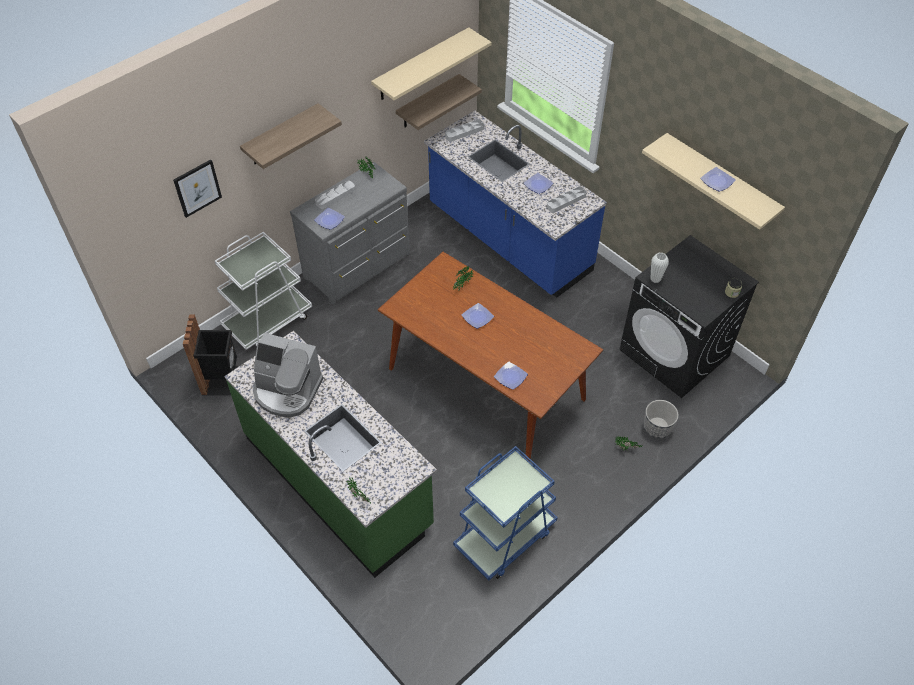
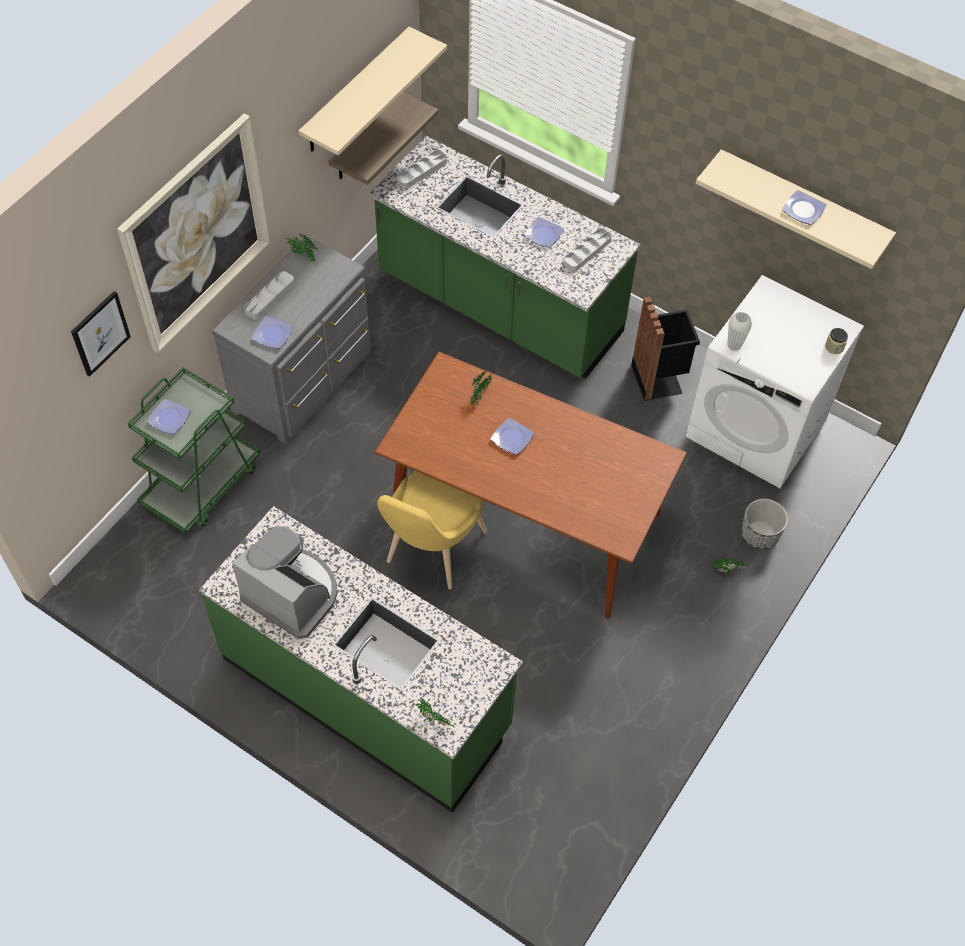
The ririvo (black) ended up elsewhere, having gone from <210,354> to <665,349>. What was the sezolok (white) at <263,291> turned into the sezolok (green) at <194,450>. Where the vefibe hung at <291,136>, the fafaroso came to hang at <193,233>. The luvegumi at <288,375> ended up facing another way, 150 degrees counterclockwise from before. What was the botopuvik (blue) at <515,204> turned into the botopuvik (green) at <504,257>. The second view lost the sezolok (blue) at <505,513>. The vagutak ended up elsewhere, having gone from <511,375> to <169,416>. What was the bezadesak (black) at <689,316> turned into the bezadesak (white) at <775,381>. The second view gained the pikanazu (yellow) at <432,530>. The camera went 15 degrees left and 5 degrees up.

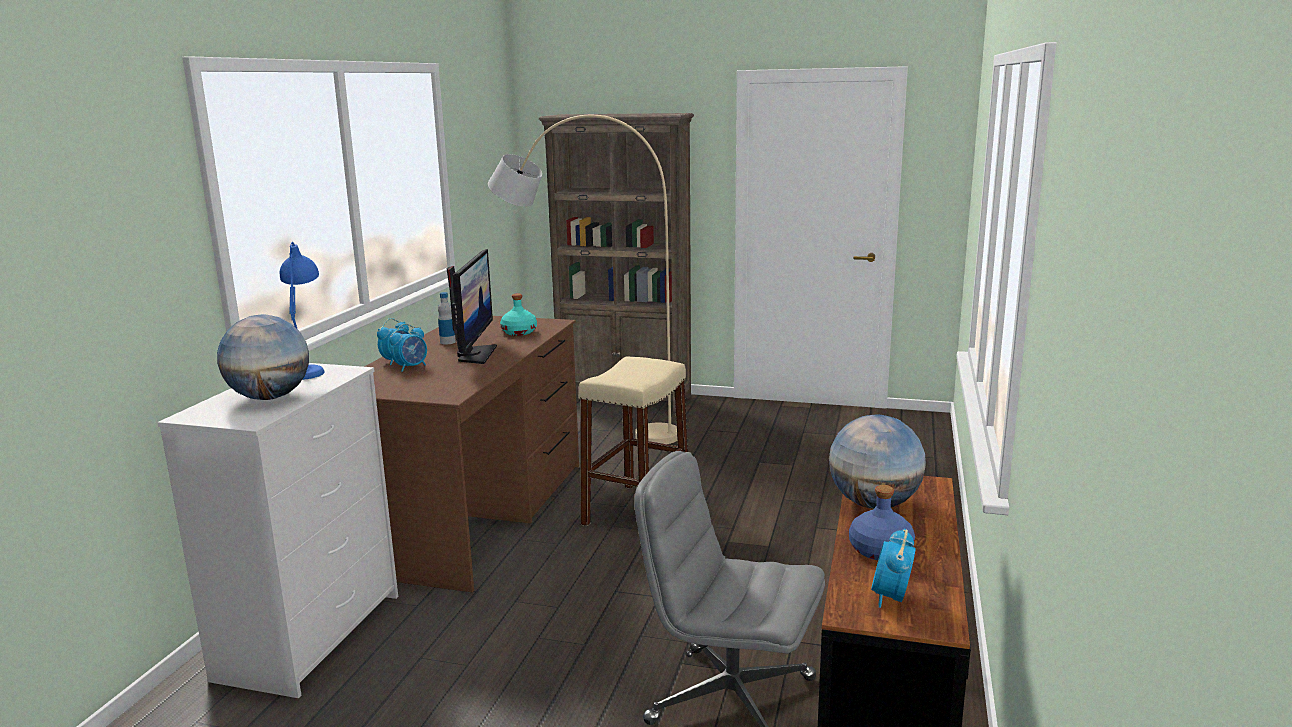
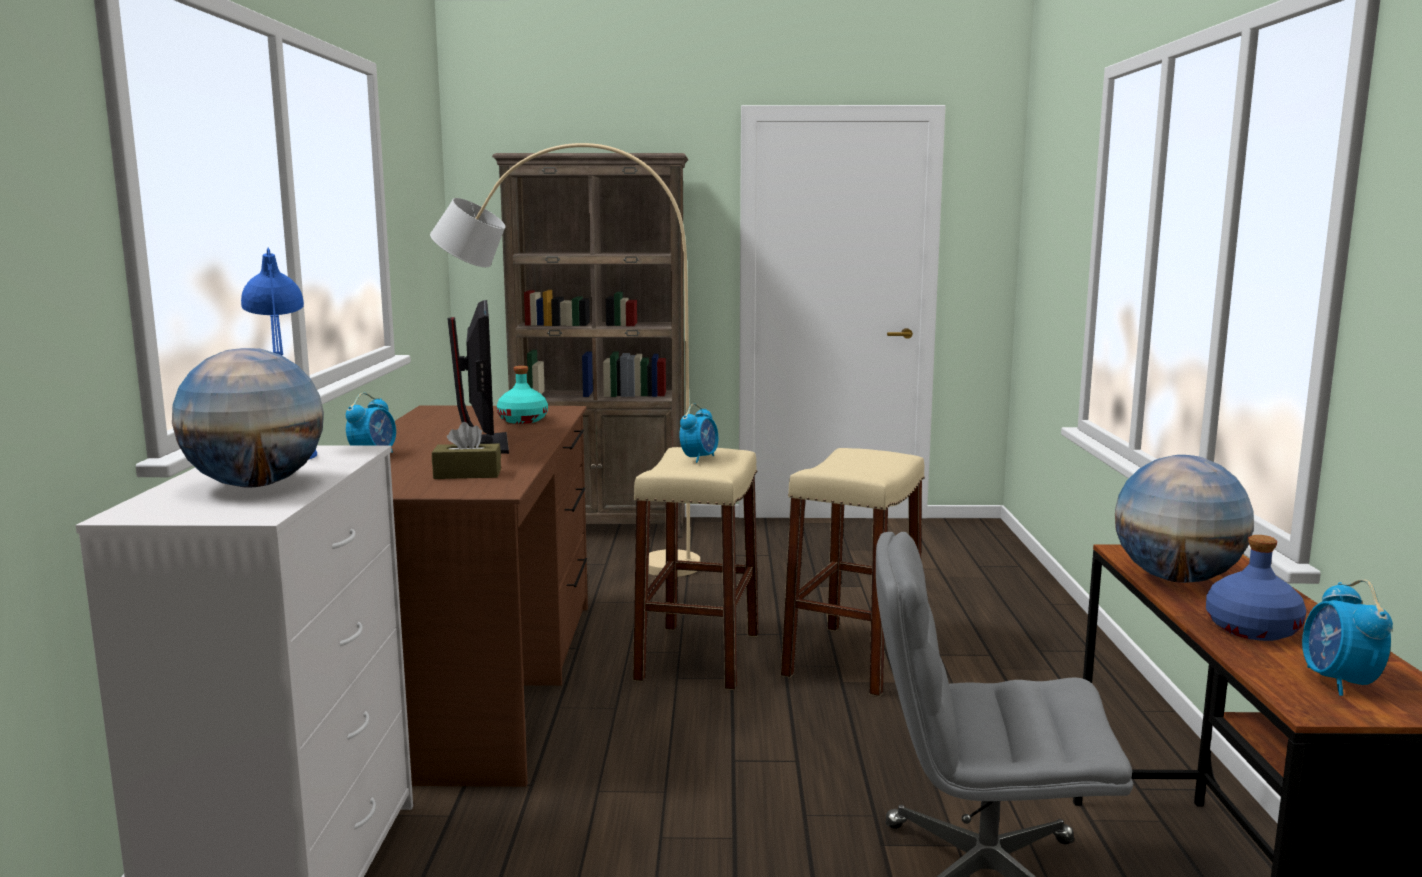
The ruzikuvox ended up elsewhere, having gone from <408,348> to <699,433>. The second view lost the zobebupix at <447,318>. The second view gained the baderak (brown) at <466,450>. The second view gained the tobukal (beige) at <853,572>. The camera went 15 degrees left and 5 degrees down.

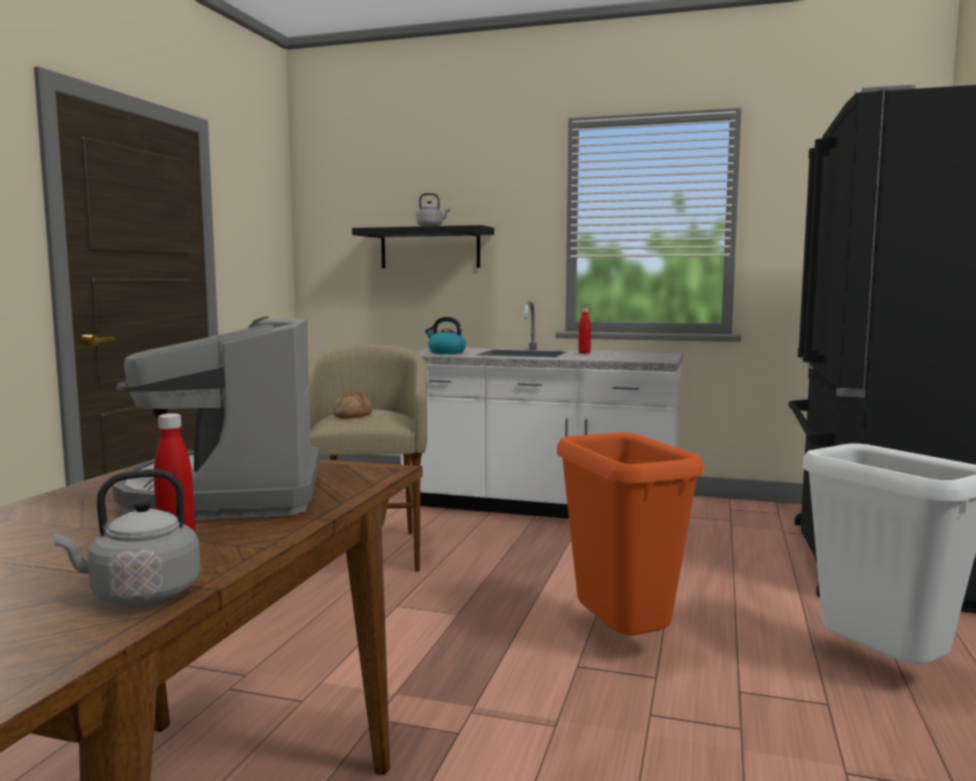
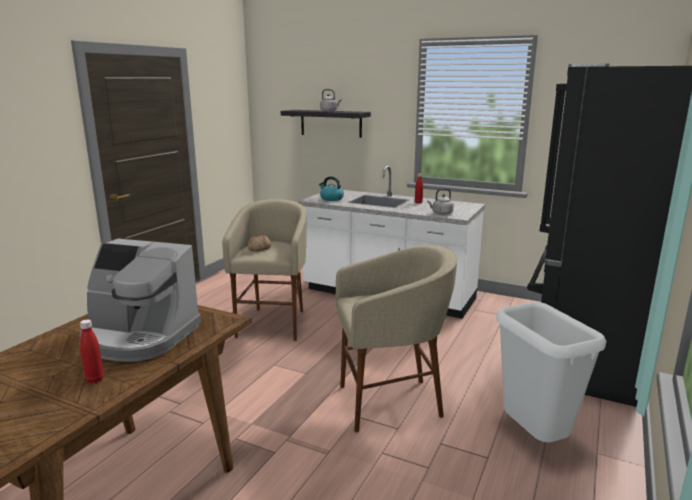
The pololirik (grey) ended up elsewhere, having gone from <127,537> to <440,201>. The luvegumi at <216,418> ended up facing another way, 75 degrees counterclockwise from before. Where the ririvo (orange) stood at <630,533>, the tobukal (beige) came to stand at <396,338>. The camera went 10 degrees right and 10 degrees up.

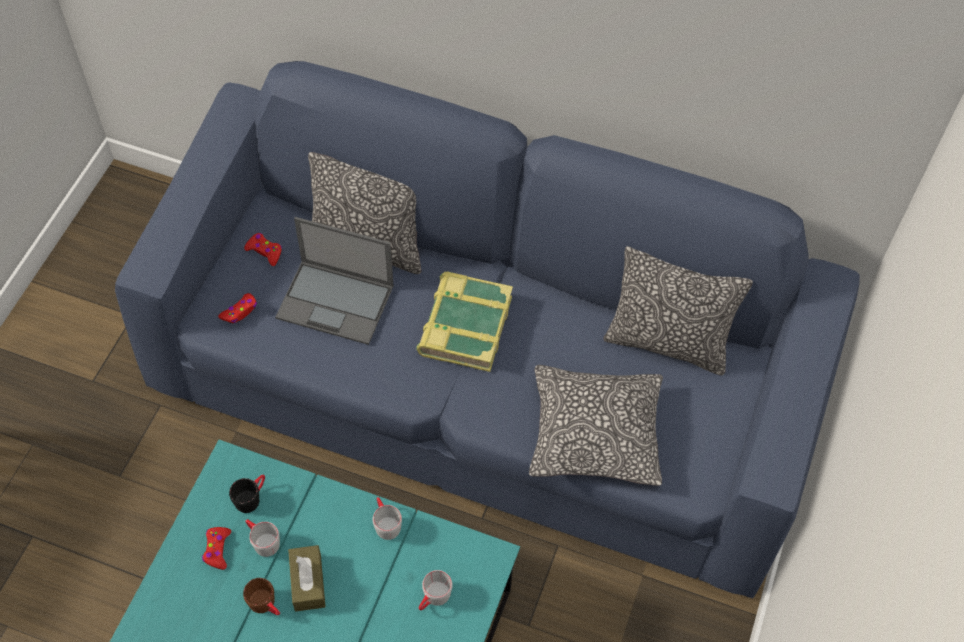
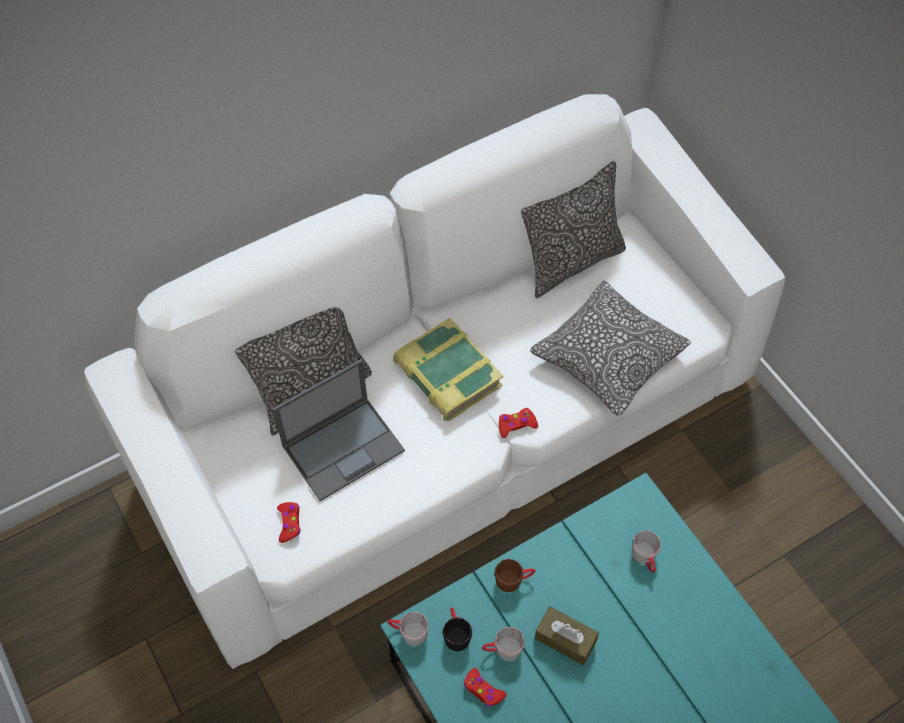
What was the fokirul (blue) at <487,329> turned into the fokirul (white) at <434,381>. The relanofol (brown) ended up elsewhere, having gone from <261,596> to <515,575>. The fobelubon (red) ended up elsewhere, having gone from <263,249> to <518,423>. The relanofol (grey) ended up elsewhere, having gone from <387,518> to <408,629>. The camera went 50 degrees left and 0 degrees up.

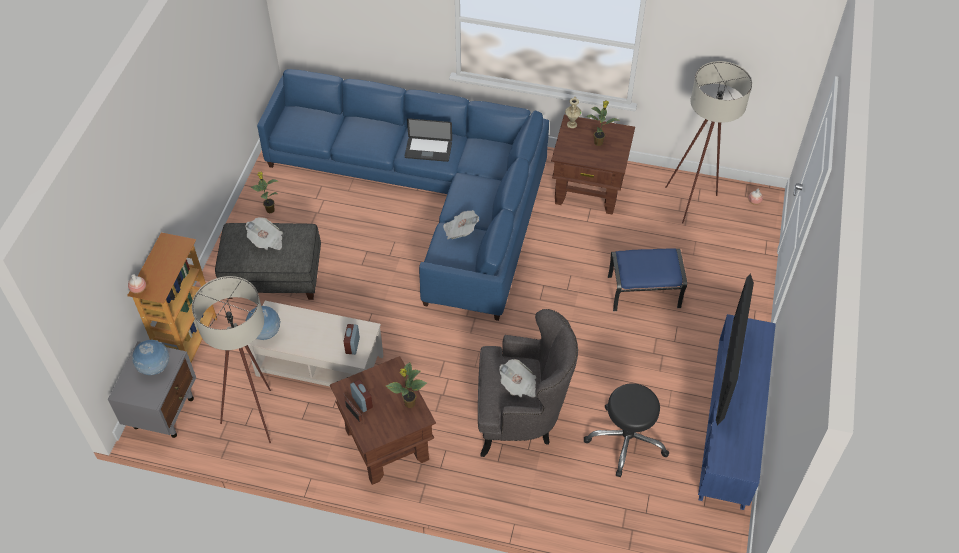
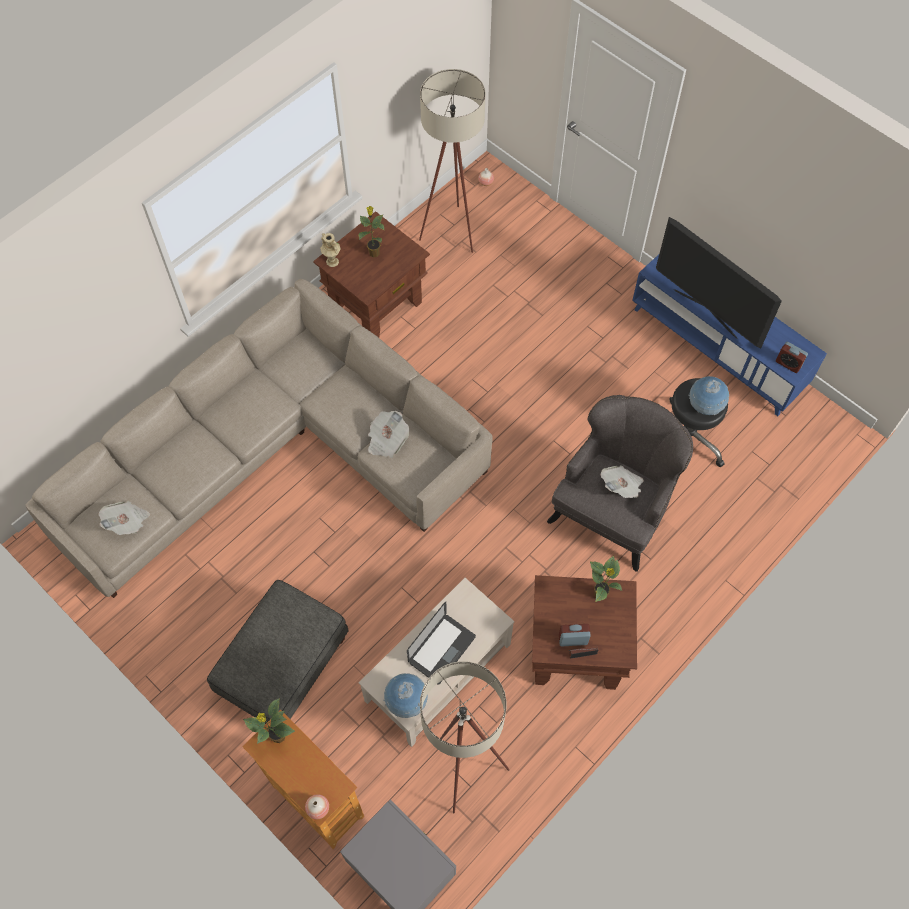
The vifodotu ended up elsewhere, having gone from <150,357> to <708,395>. The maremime ended up elsewhere, having gone from <264,233> to <124,518>. The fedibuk ended up elsewhere, having gone from <265,192> to <269,721>. What was the fokirul (blue) at <403,195> turned into the fokirul (beige) at <259,438>. The ruzikuvox ended up elsewhere, having gone from <352,339> to <792,357>. The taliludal ended up elsewhere, having gone from <428,140> to <441,643>. The second view lost the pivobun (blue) at <647,279>. The camera went 60 degrees left and 10 degrees up.

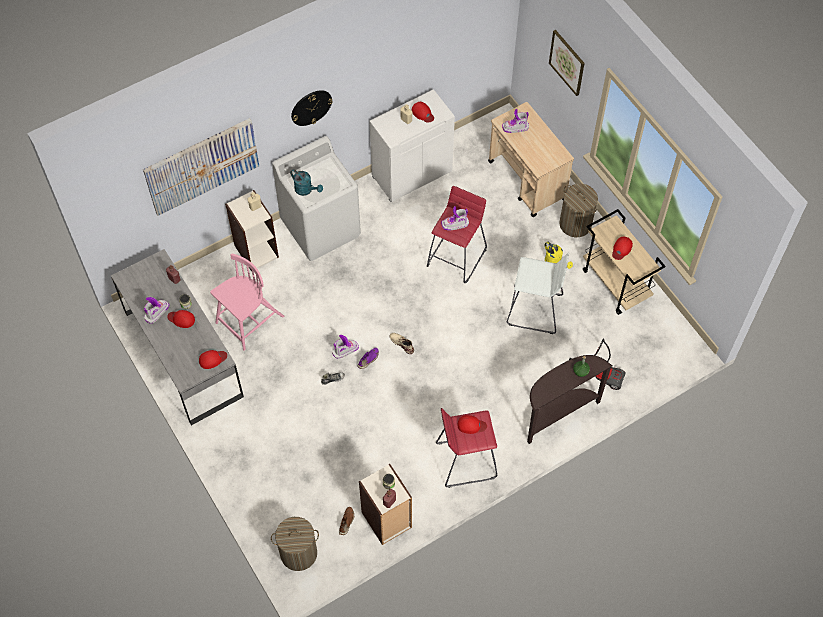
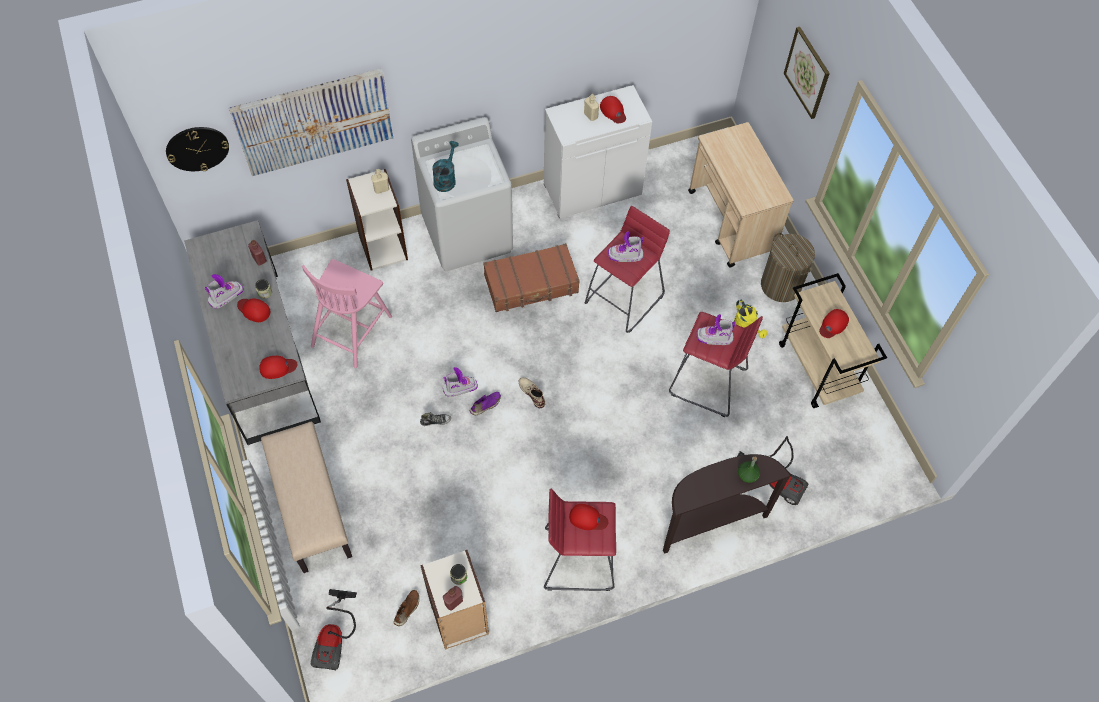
The pikanazu (pink) at <247,302> ended up facing another way, 150 degrees clockwise from before. Where the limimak stood at <295,544>, the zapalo came to stand at <334,629>. The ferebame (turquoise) at <306,182> ended up facing another way, 120 degrees counterclockwise from before. The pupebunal ended up elsewhere, having gone from <312,108> to <197,149>. The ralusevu ended up elsewhere, having gone from <515,121> to <716,329>. What was the tobukal (white) at <538,293> turned into the tobukal (red) at <716,364>. The second view gained the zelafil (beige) at <306,497>. The second view gained the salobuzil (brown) at <531,277>. The camera went 10 degrees right and 0 degrees up.

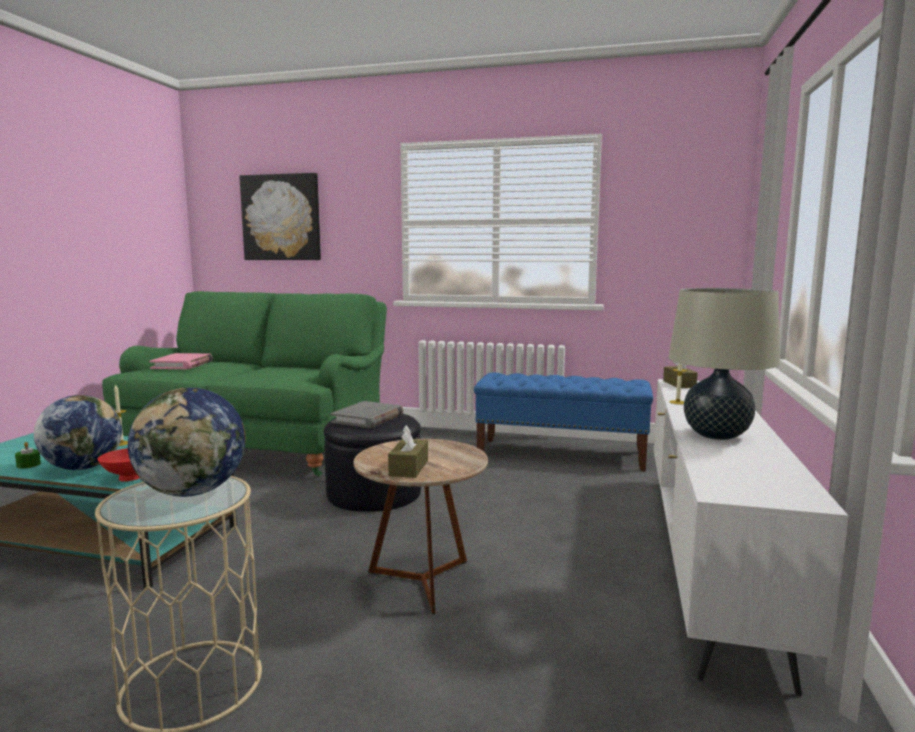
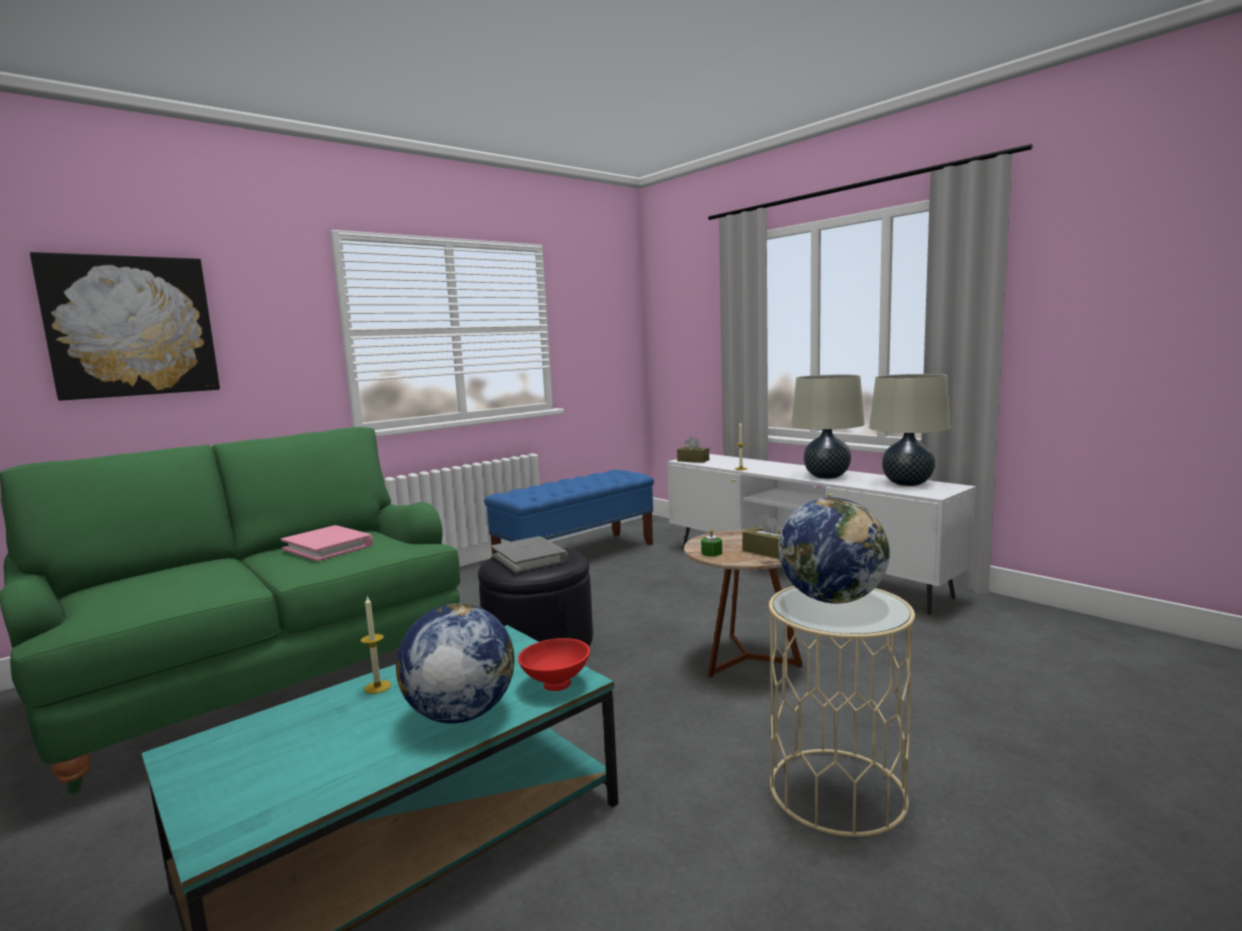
The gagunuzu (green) ended up elsewhere, having gone from <28,455> to <711,542>. The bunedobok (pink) ended up elsewhere, having gone from <181,361> to <327,543>. The second view gained the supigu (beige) at <910,430>. The camera went 55 degrees left and 0 degrees up.

